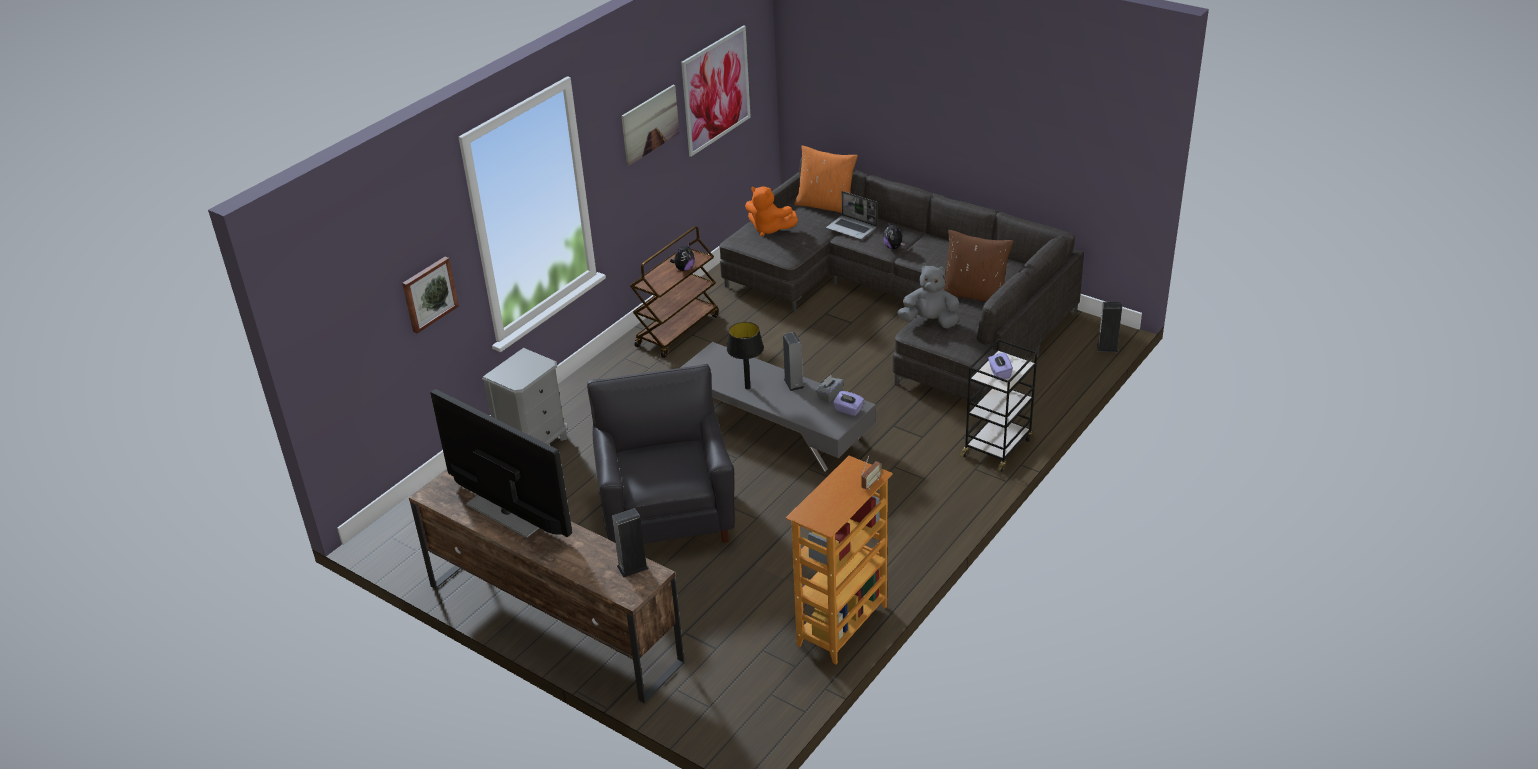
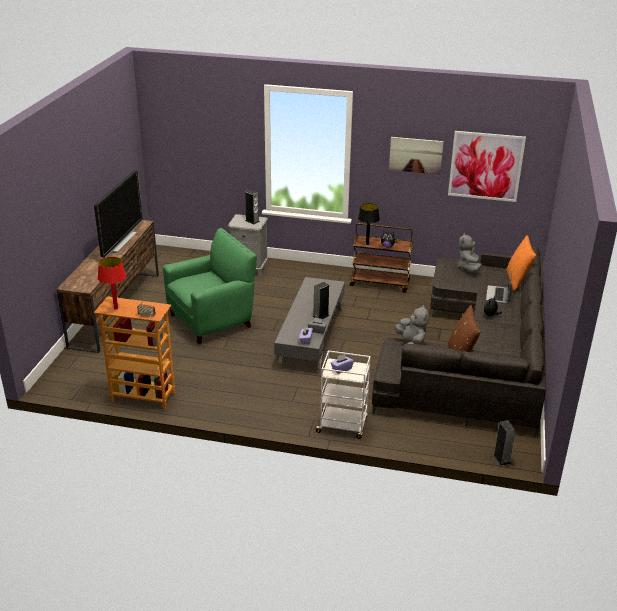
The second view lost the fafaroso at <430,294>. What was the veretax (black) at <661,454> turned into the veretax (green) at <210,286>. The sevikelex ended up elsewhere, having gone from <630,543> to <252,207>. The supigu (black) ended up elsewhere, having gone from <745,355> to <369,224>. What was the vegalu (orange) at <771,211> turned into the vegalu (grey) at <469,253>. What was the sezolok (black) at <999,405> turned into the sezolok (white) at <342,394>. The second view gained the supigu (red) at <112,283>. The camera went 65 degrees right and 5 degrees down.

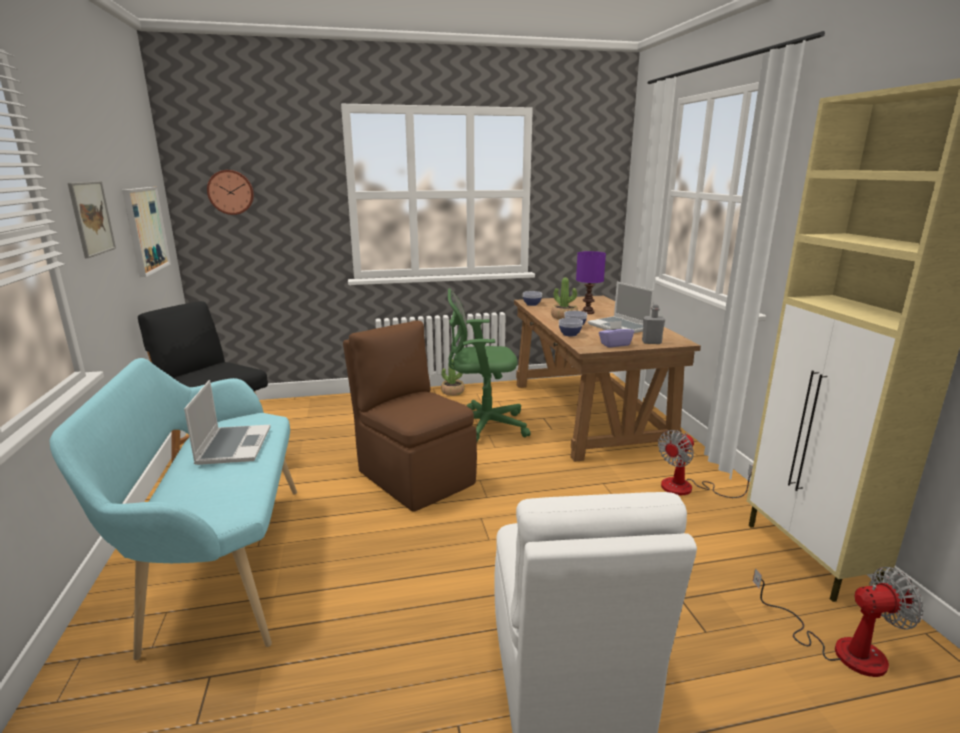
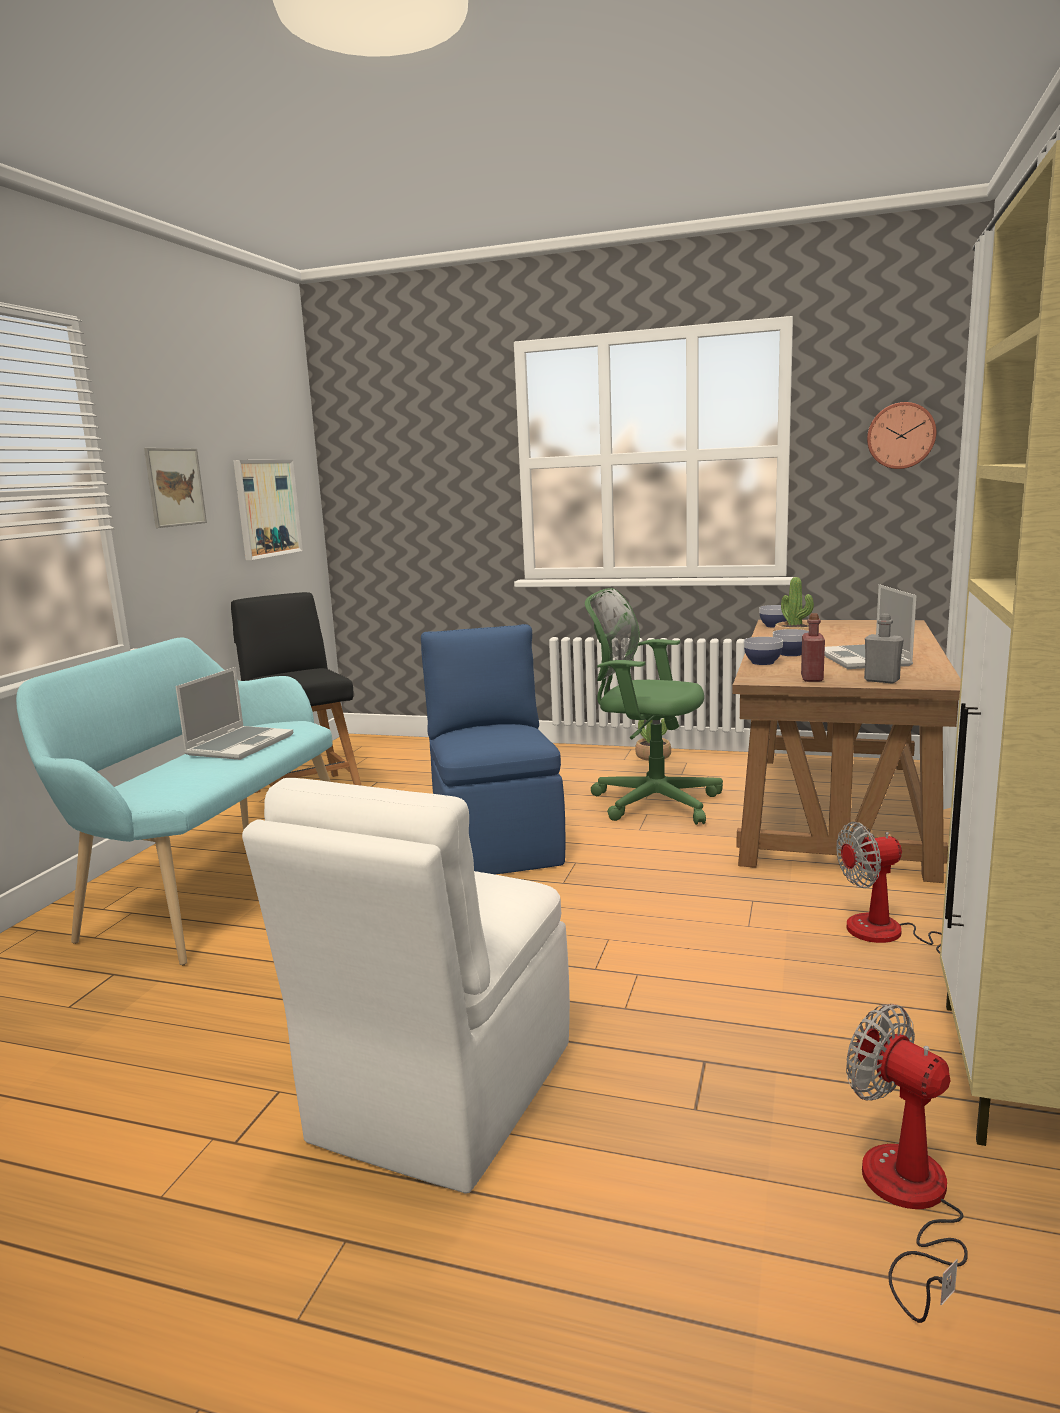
The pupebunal ended up elsewhere, having gone from <230,192> to <901,435>. What was the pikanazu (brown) at <410,416> turned into the pikanazu (blue) at <493,749>. The second view lost the supigu (purple) at <591,282>. Where the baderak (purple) stood at <616,334>, the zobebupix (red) came to stand at <813,647>. The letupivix at <838,622> ended up facing another way, 150 degrees counterclockwise from before. The camera went 30 degrees right and 5 degrees down.

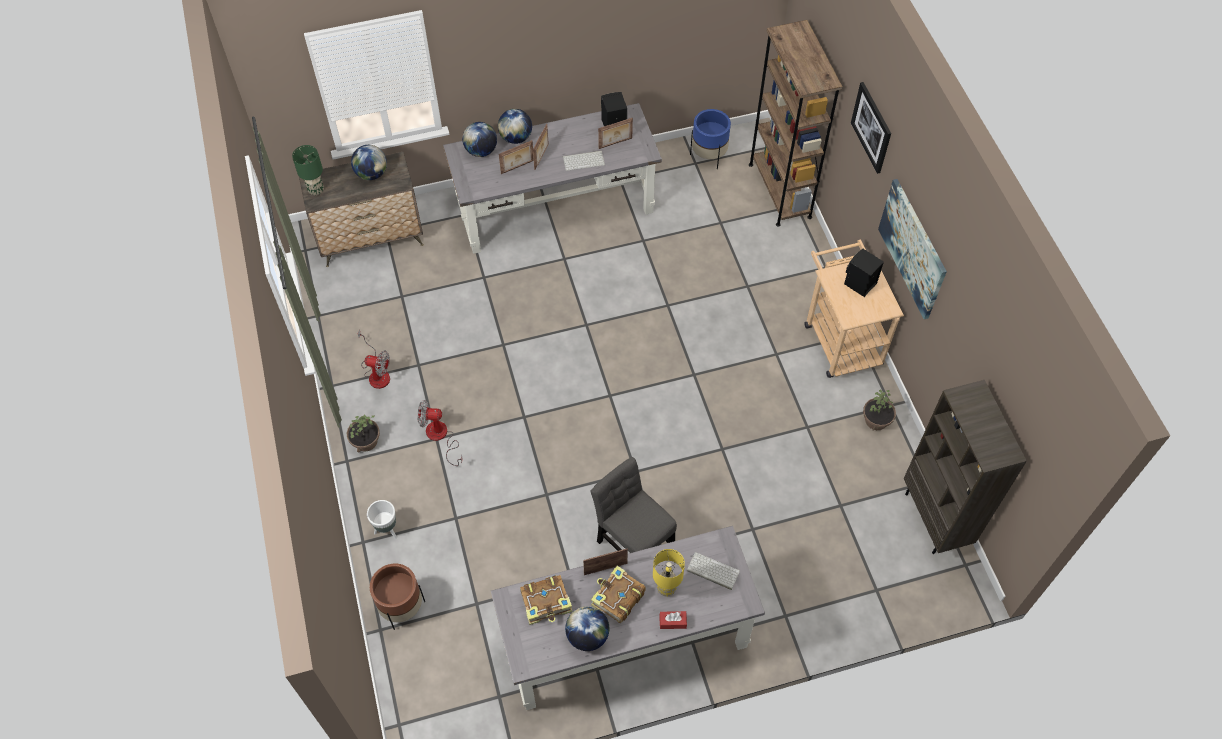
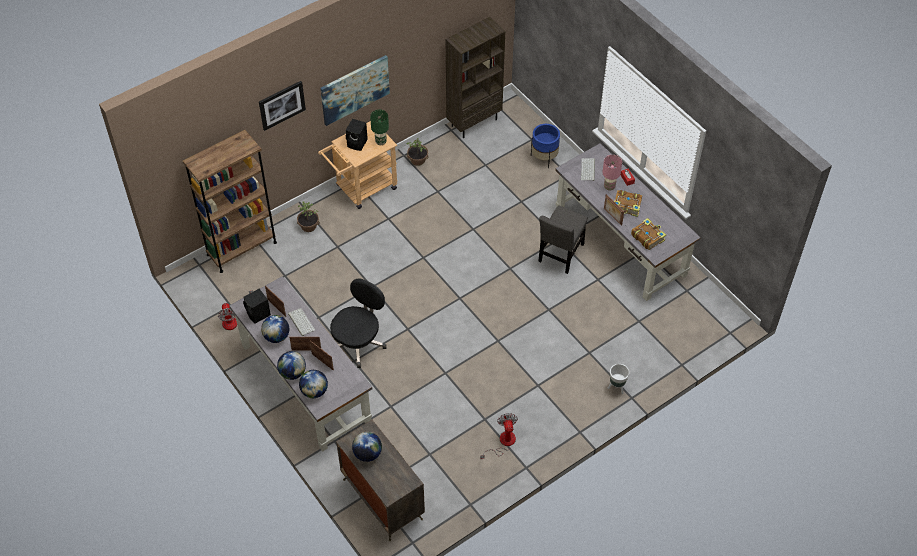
The supigu (green) ended up elsewhere, having gone from <308,170> to <379,127>. The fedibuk ended up elsewhere, having gone from <363,433> to <308,217>. The second view lost the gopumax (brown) at <397,596>. The letupivix ended up elsewhere, having gone from <440,433> to <235,310>. The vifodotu ended up elsewhere, having gone from <587,628> to <275,329>. What was the supigu (yellow) at <669,573> turned into the supigu (pink) at <612,173>. The gopumax (blue) ended up elsewhere, having gone from <710,139> to <545,146>. The second view gained the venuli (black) at <358,323>. The camera went 110 degrees left and 5 degrees down.

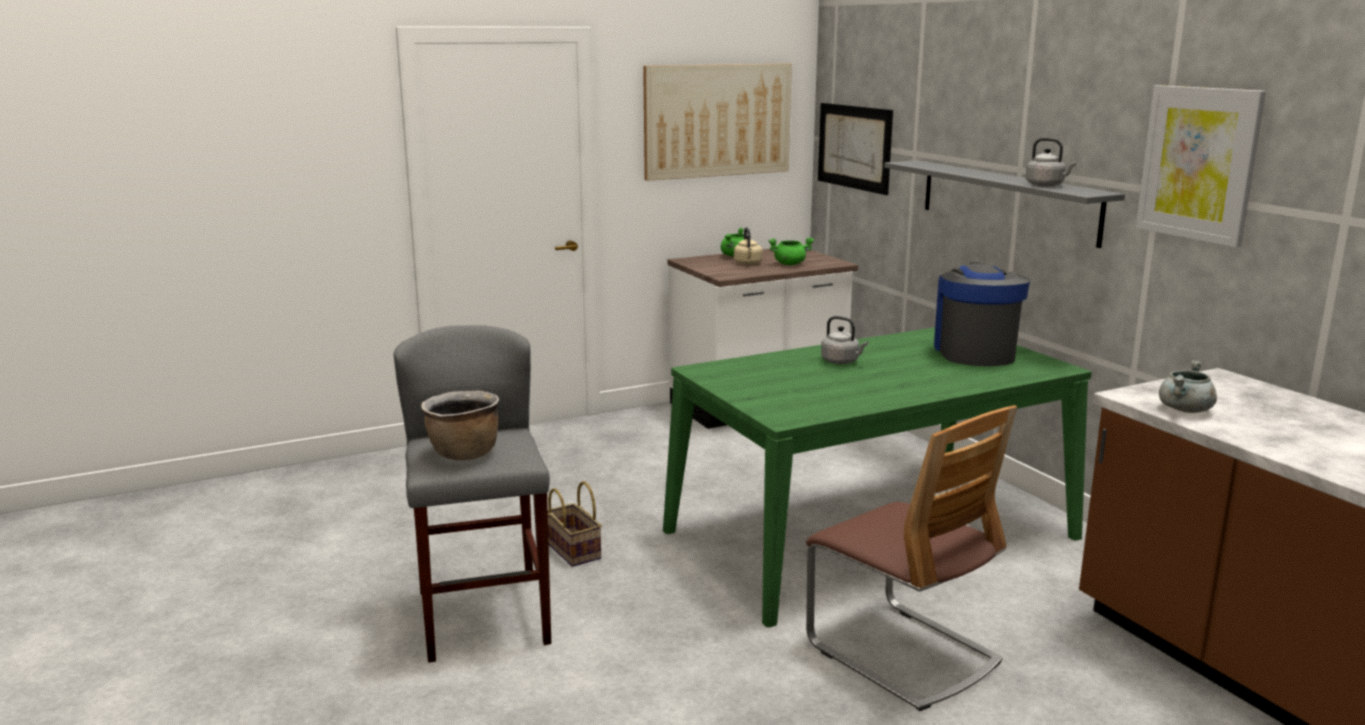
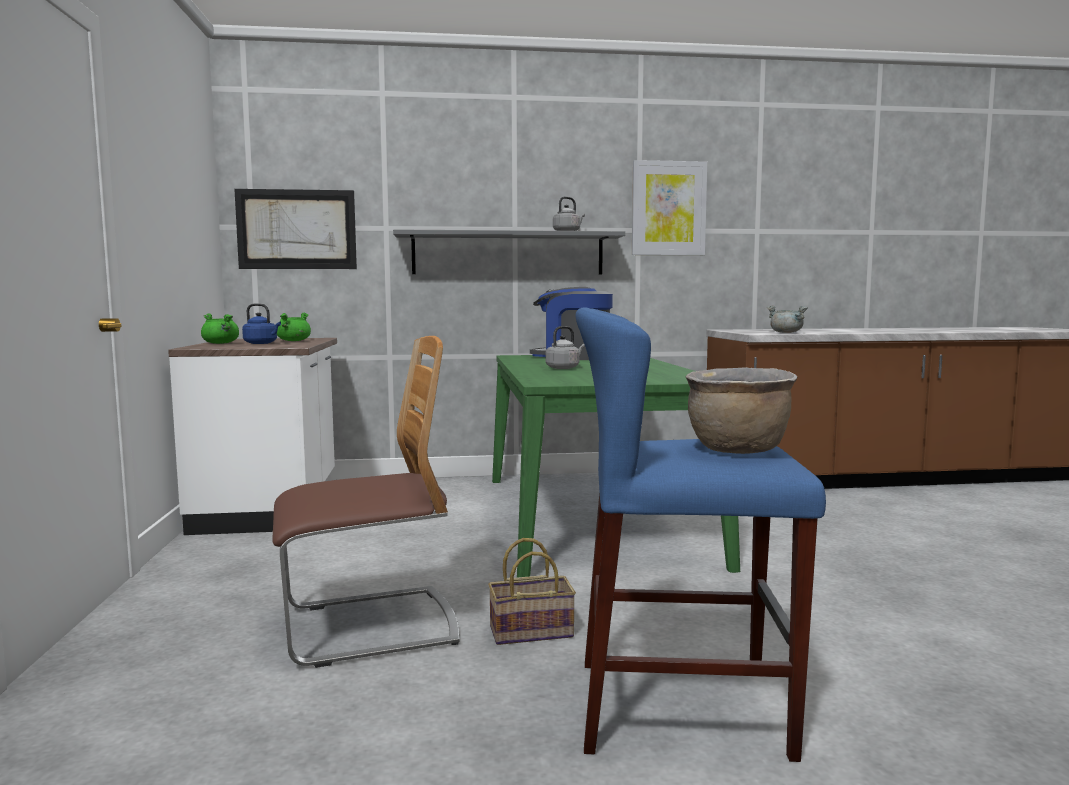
What was the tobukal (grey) at <472,494> turned into the tobukal (blue) at <700,534>. The second view lost the fafaroso at <717,122>. What was the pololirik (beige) at <748,246> turned into the pololirik (blue) at <261,323>. The pikanazu ended up elsewhere, having gone from <911,558> to <365,502>. The camera went 70 degrees left and 10 degrees down.

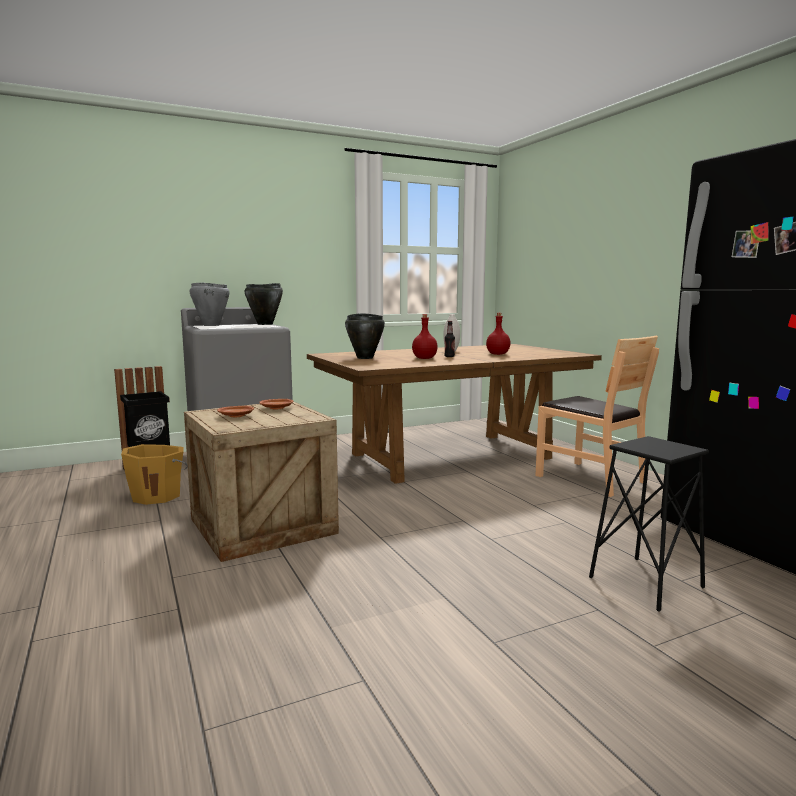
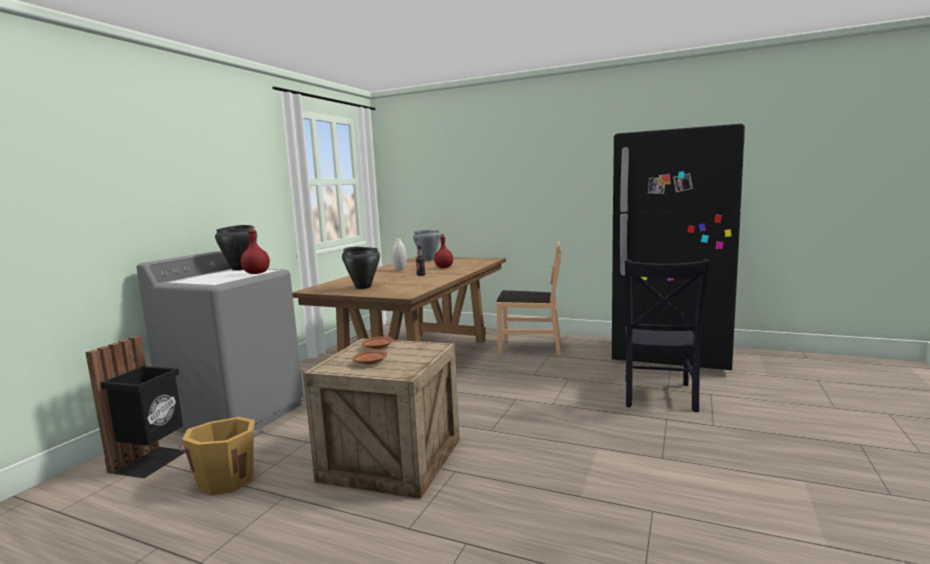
The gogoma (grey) ended up elsewhere, having gone from <209,304> to <427,245>. The zobebupix (red) ended up elsewhere, having gone from <425,336> to <255,250>. Where the tobukal (black) stood at <649,523>, the pikanazu (black) came to stand at <667,336>. The camera went 40 degrees left and 0 degrees up.

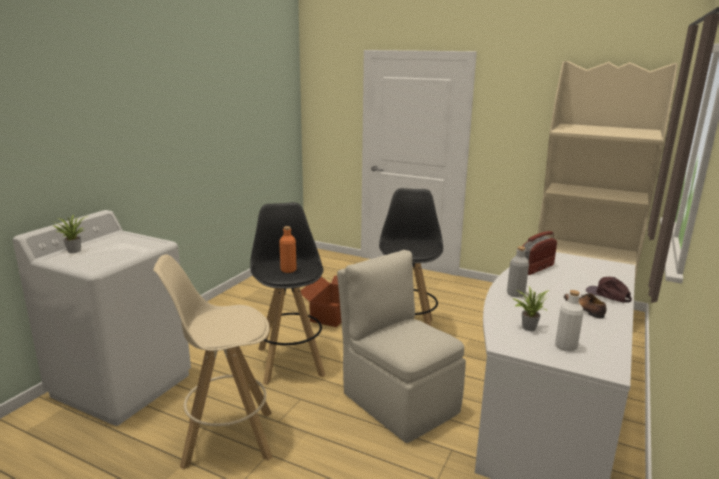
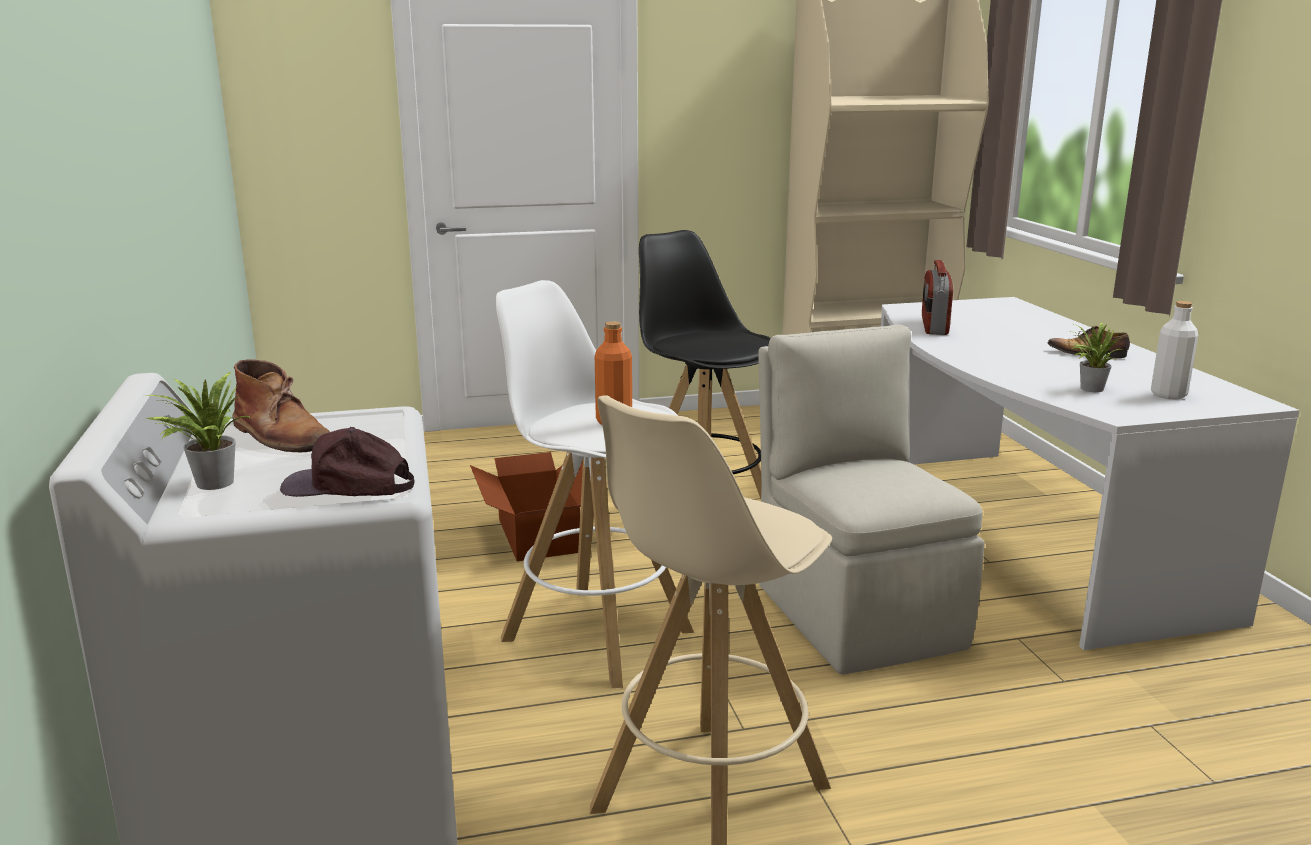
What was the tobukal (black) at <287,293> turned into the tobukal (white) at <595,484>. The pikanazu (beige) at <401,346> ended up facing another way, 60 degrees clockwise from before. The second view lost the zobebupix (grey) at <518,271>. The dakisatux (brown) ended up elsewhere, having gone from <609,290> to <347,462>. The second view gained the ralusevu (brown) at <281,406>. The camera went 40 degrees left and 0 degrees up.

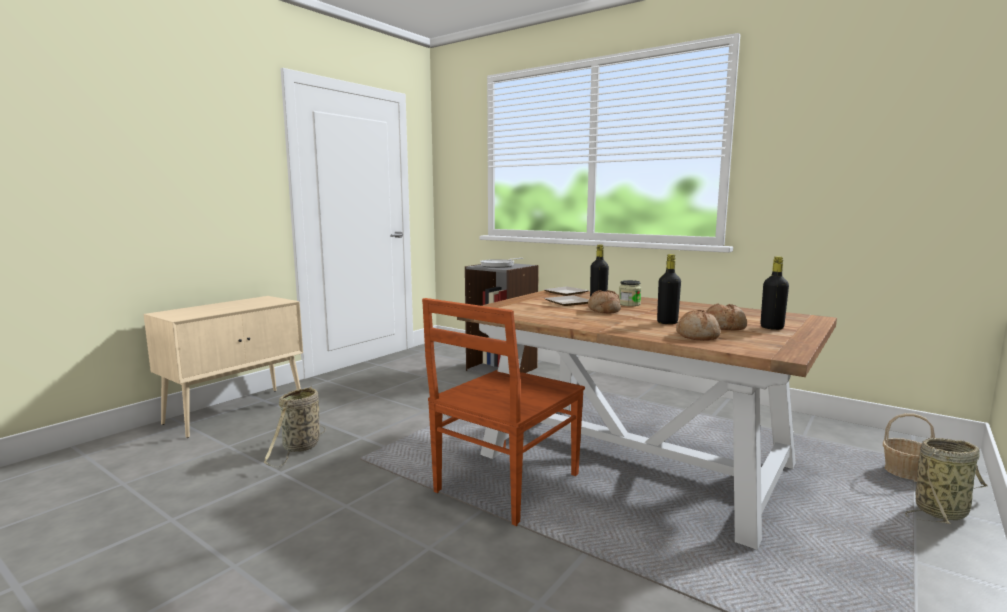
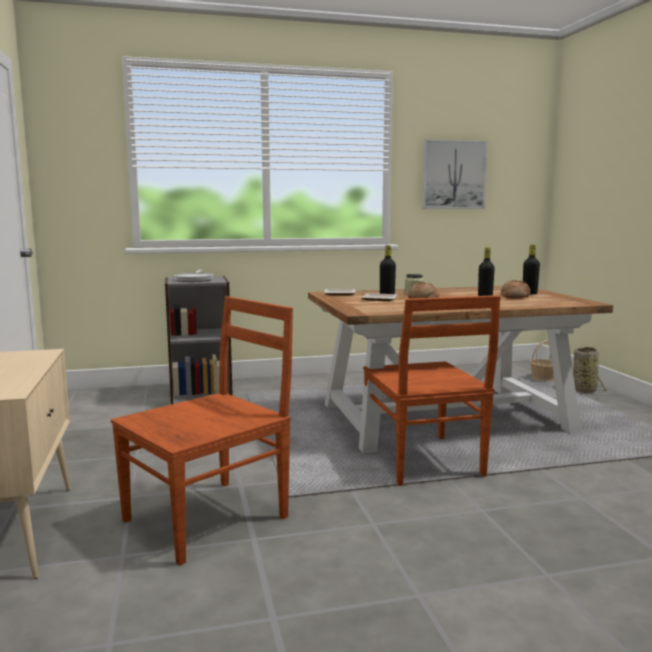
Where the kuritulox stood at <295,426>, the pikanazu (brown) came to stand at <202,431>. The second view lost the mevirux at <698,325>. The second view gained the fafaroso at <455,174>. The camera went 50 degrees left and 0 degrees up.

